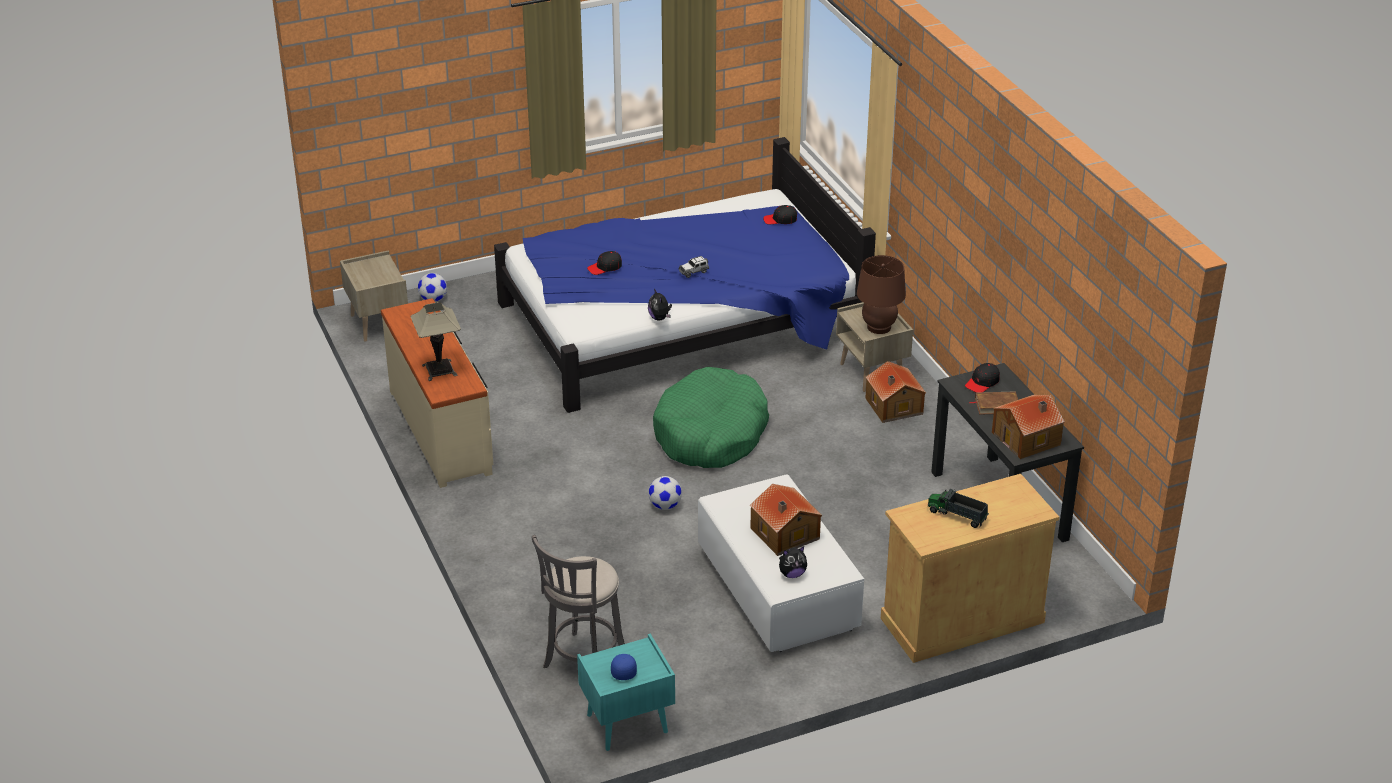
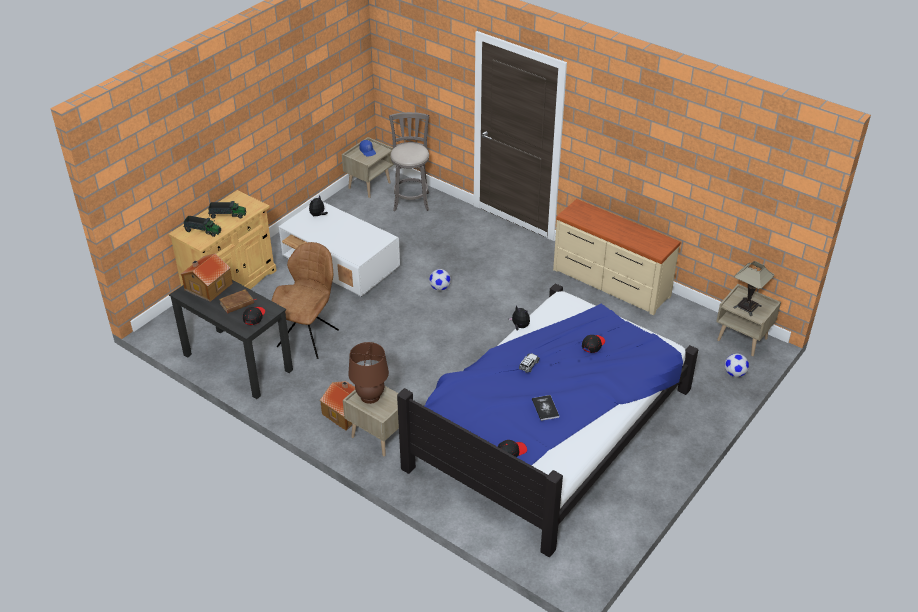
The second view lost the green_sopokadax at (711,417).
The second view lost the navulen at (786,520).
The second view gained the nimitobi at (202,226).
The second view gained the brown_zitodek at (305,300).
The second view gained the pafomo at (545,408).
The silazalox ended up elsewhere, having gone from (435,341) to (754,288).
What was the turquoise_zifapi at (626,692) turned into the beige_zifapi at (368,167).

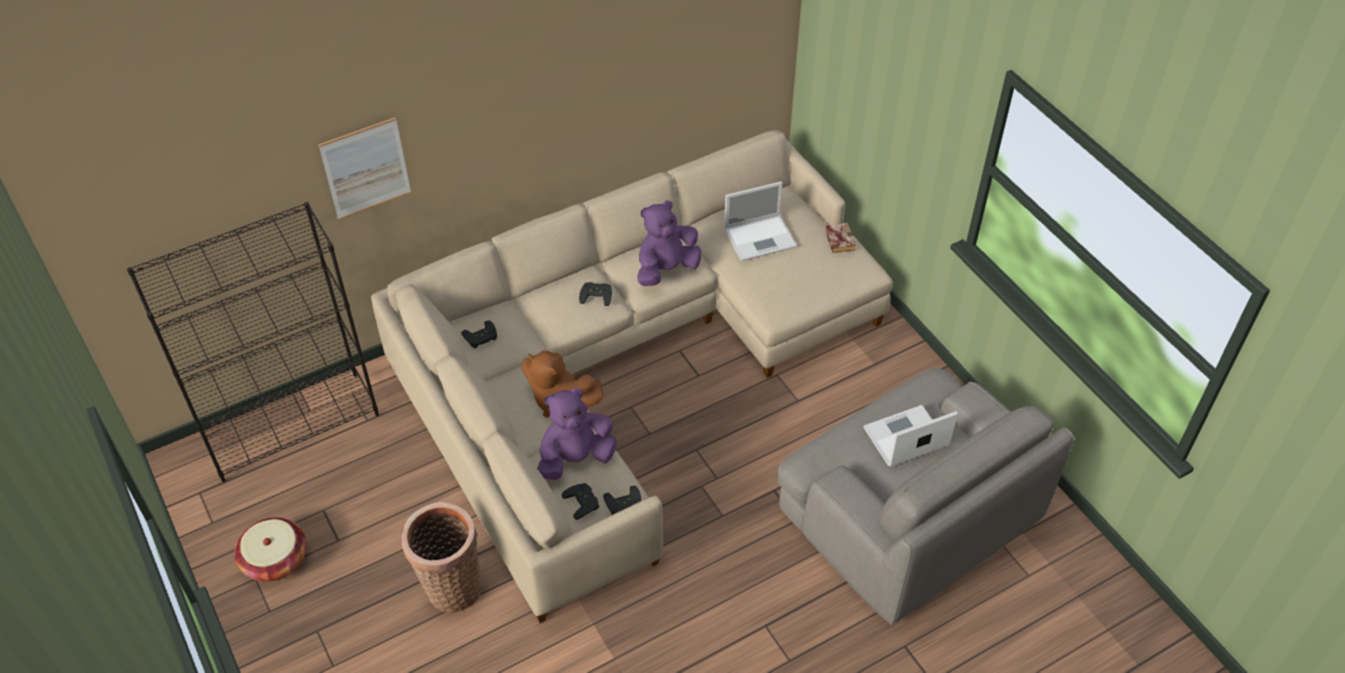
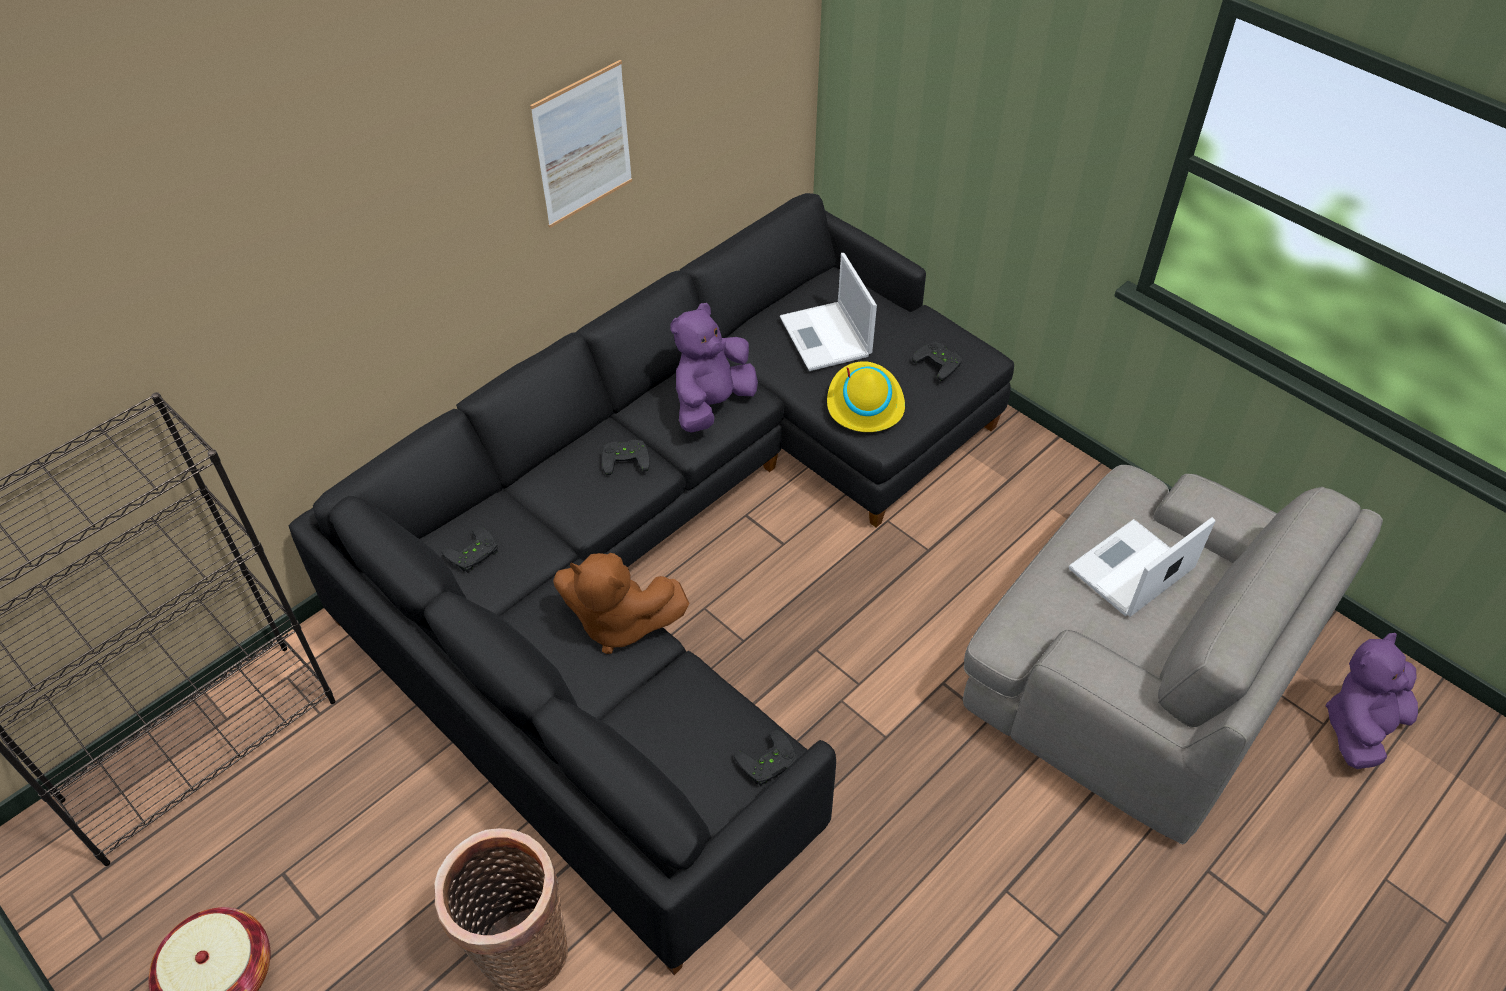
The second view lost the pafomo at (840,238).
The second view gained the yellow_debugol at (866,396).
The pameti ended up elsewhere, having gone from (364,168) to (581,144).
The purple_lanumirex ended up elsewhere, having gone from (577,434) to (1371,701).
The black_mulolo ended up elsewhere, having gone from (580,501) to (937,361).
What was the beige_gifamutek at (632,376) turned into the black_gifamutek at (651,584).
The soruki at (760,221) ended up facing another way, 105 degrees clockwise from before.

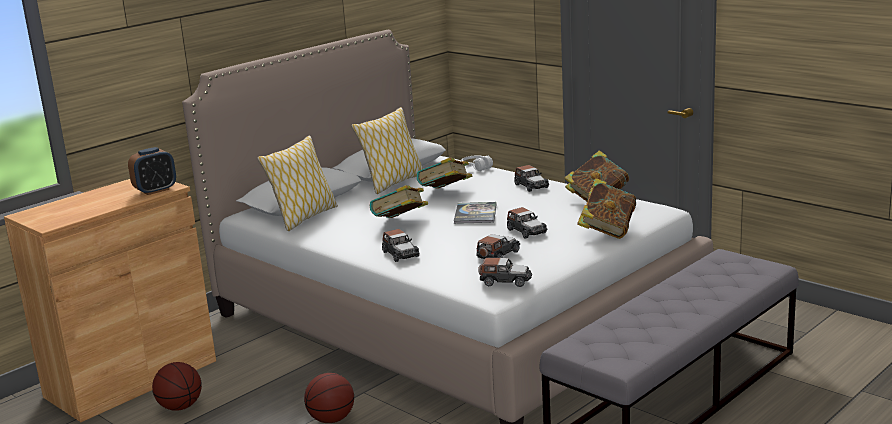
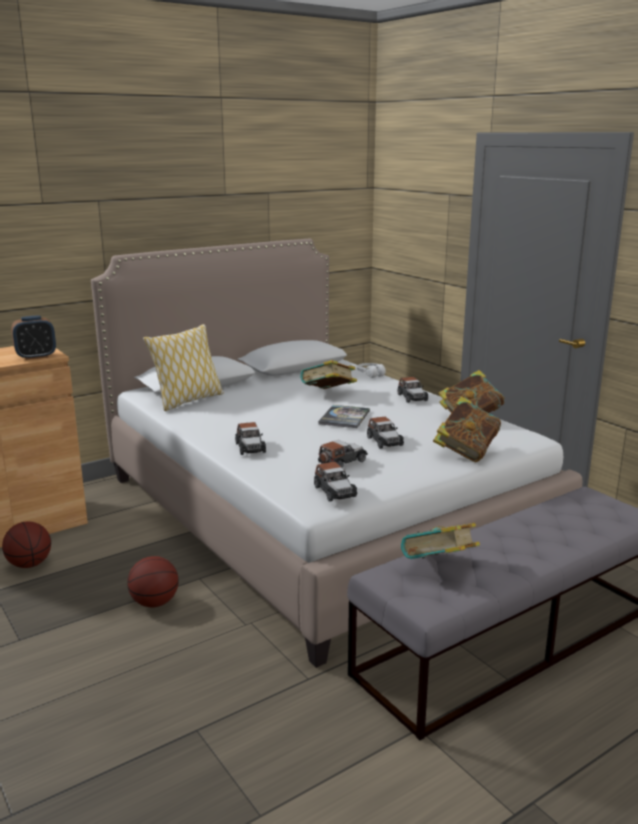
The second view lost the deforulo at (387,150).
The pafomo ended up elsewhere, having gone from (399,201) to (440,541).
The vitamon at (505,272) ended up facing another way, 45 degrees clockwise from before.

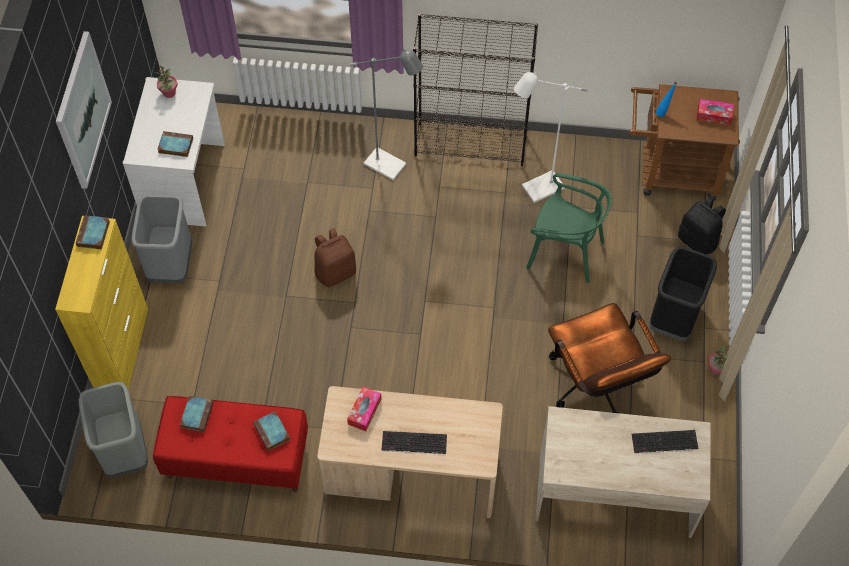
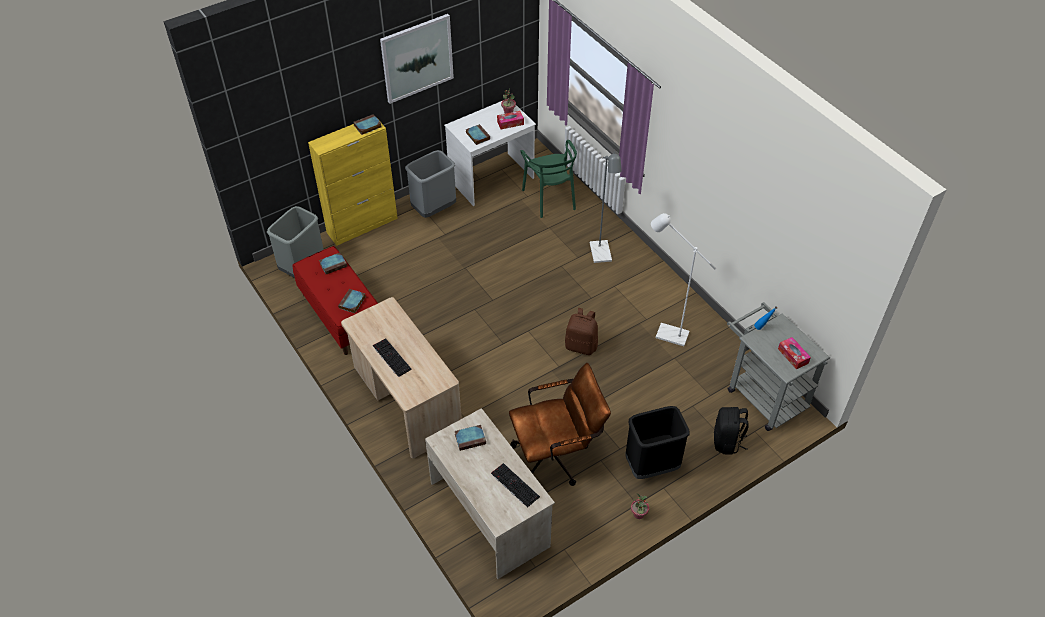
The second view lost the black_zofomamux at (475,89).
The second view gained the pafomo at (470,438).
The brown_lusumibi ended up elsewhere, having gone from (335,257) to (581,331).
The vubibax ended up elsewhere, having gone from (364,409) to (510,120).
The green_zitodek ended up elsewhere, having gone from (569,228) to (549,179).
What was the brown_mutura at (684,142) turned into the grey_mutura at (778,366).
The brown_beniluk at (609,358) ended up facing another way, 135 degrees counterclockwise from before.

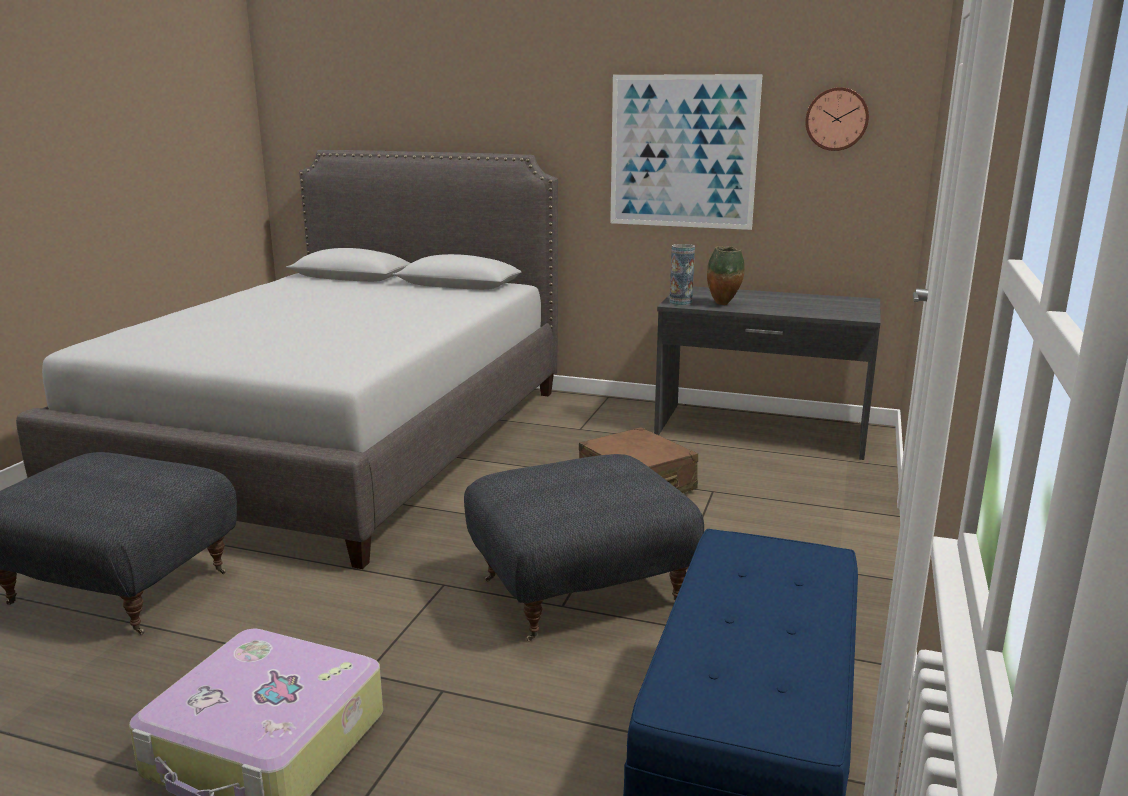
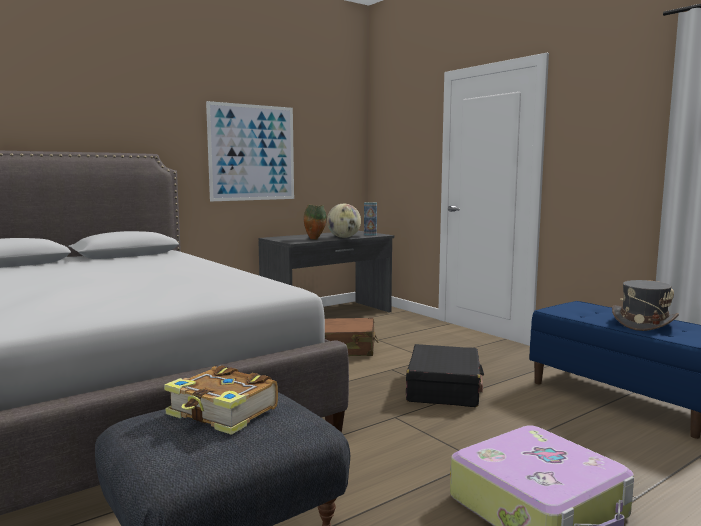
The second view lost the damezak at (837,119).
The second view gained the pafomo at (221,400).
The second view gained the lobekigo at (344,221).
The second view gained the grey_debugol at (645,305).
The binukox ended up elsewhere, having gone from (682,274) to (370,219).
Where the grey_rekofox stood at (584,547), the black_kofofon came to stand at (445,375).

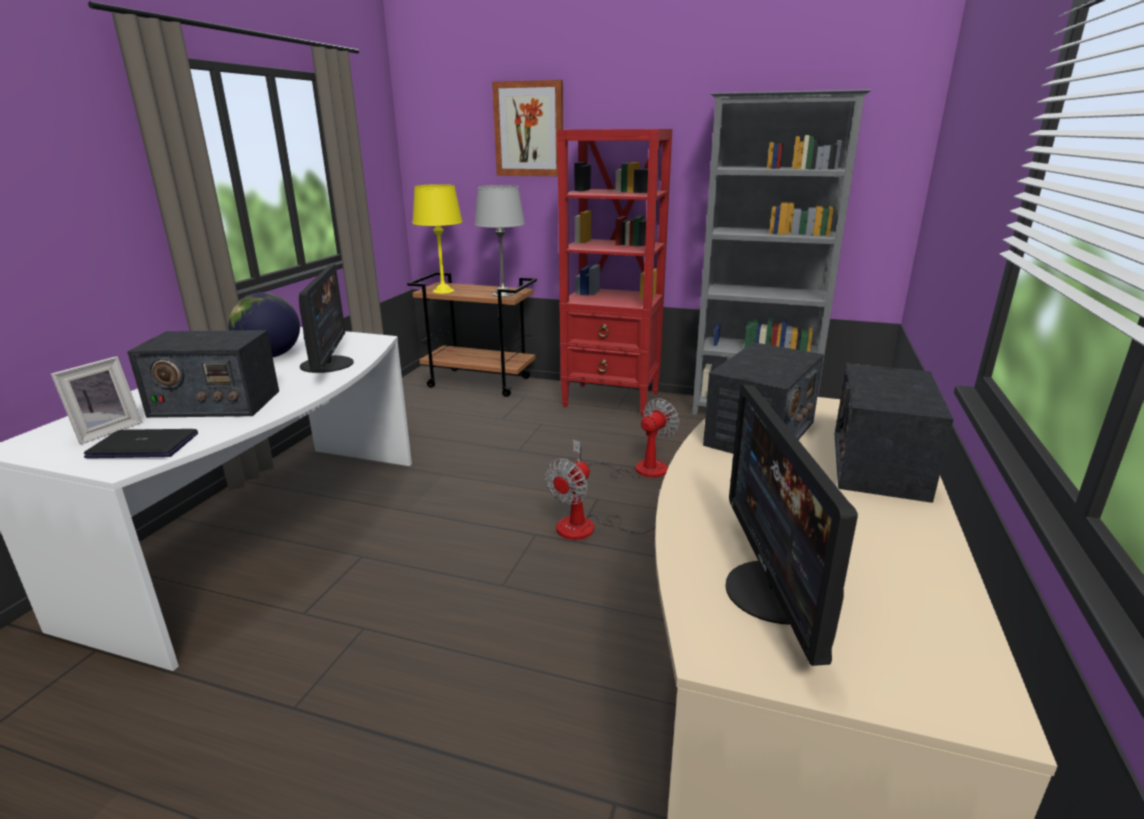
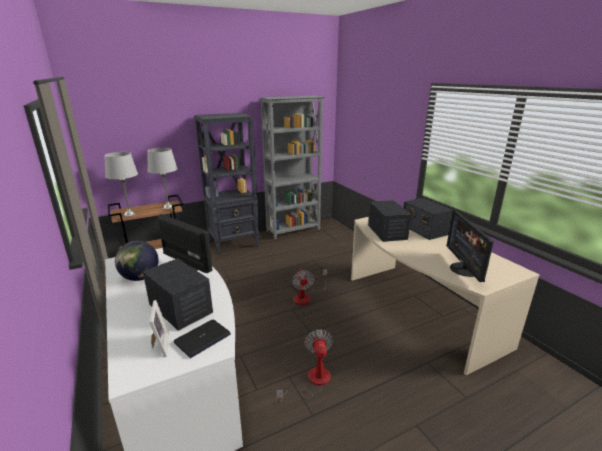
The second view lost the pameti at (527,128).
The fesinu ended up elsewhere, having gone from (626,438) to (304,365).
What was the yellow_silazalox at (437,239) turned into the grey_silazalox at (121,184).
What was the red_zofomamux at (615,273) turned into the black_zofomamux at (226,184).
The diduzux at (203,374) ended up facing another way, 90 degrees counterclockwise from before.
The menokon at (791,525) ended up facing another way, 45 degrees clockwise from before.

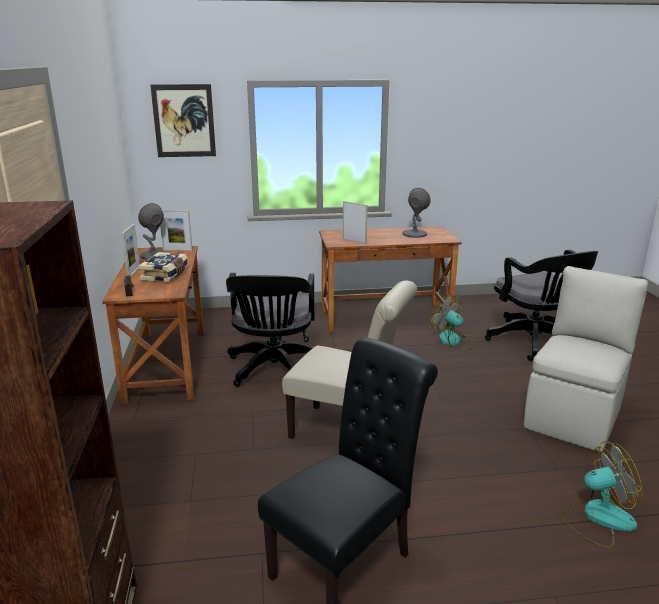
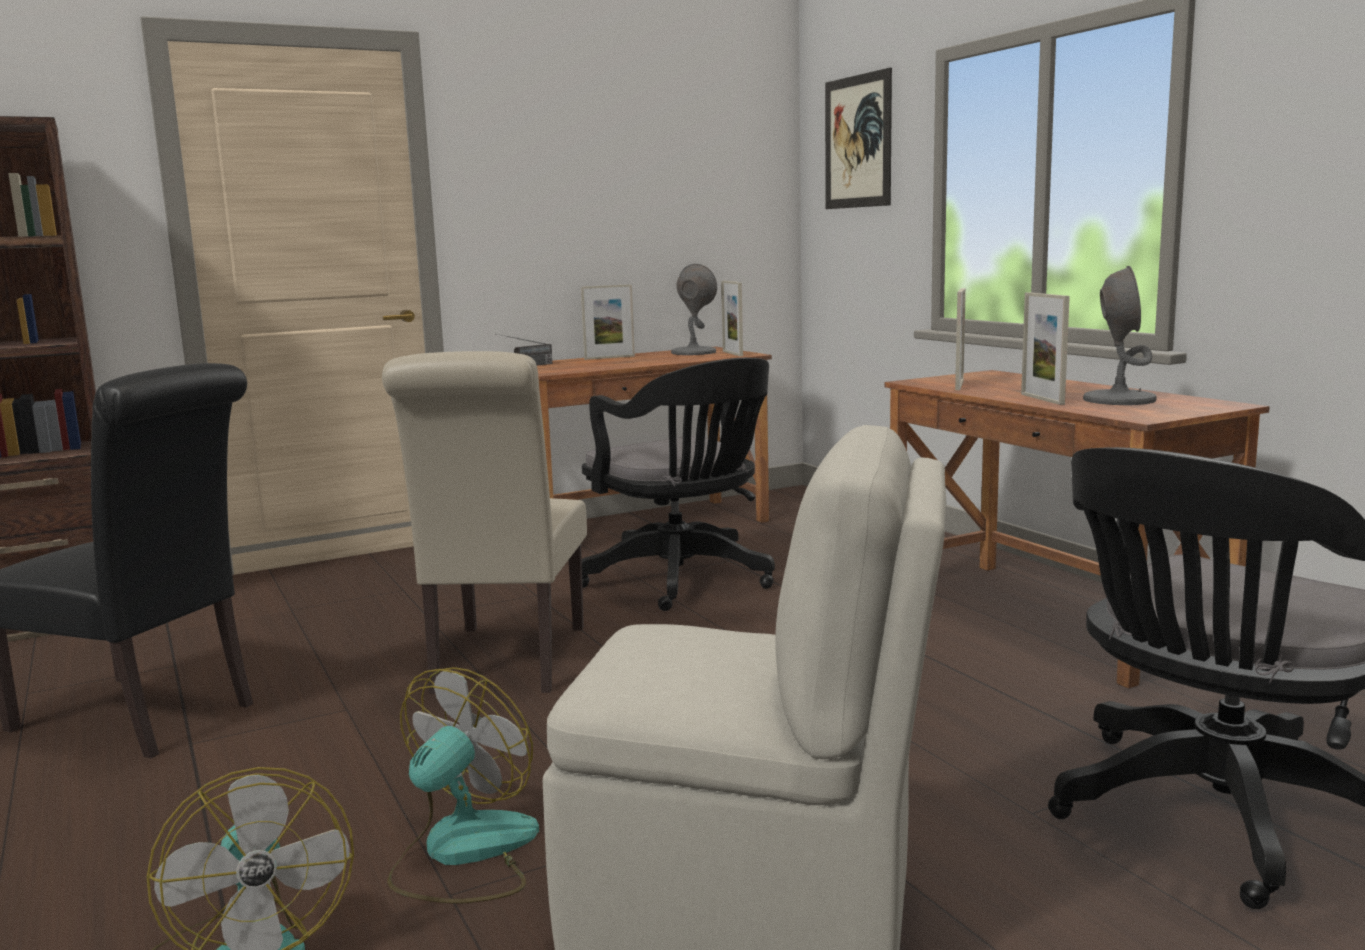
The second view lost the pafomo at (163,267).
The second view gained the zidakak at (1045,348).
The fesinu ended up elsewhere, having gone from (454,322) to (463,785).
The black_beniluk at (270,330) ended up facing another way, 105 degrees counterclockwise from before.

